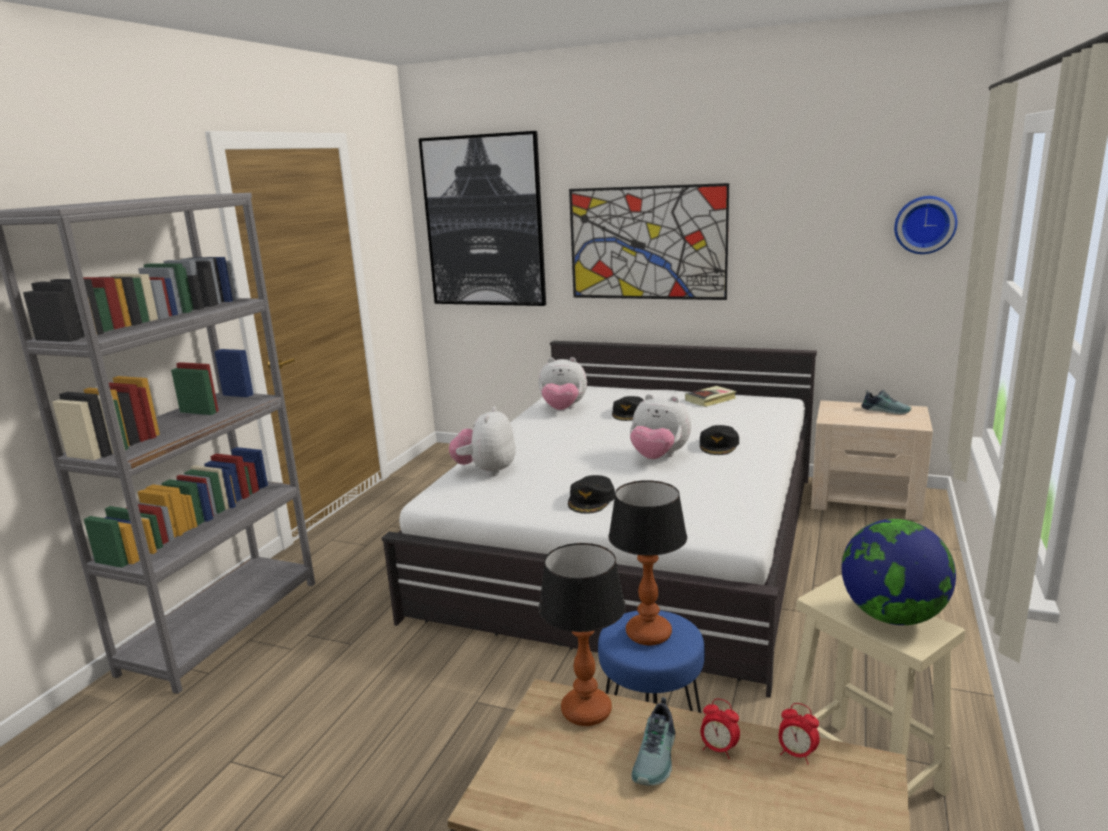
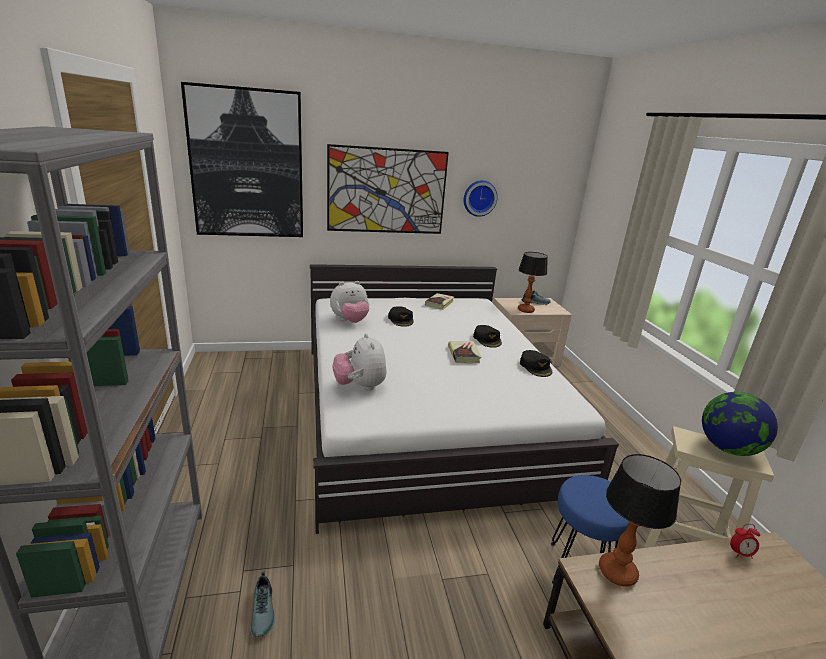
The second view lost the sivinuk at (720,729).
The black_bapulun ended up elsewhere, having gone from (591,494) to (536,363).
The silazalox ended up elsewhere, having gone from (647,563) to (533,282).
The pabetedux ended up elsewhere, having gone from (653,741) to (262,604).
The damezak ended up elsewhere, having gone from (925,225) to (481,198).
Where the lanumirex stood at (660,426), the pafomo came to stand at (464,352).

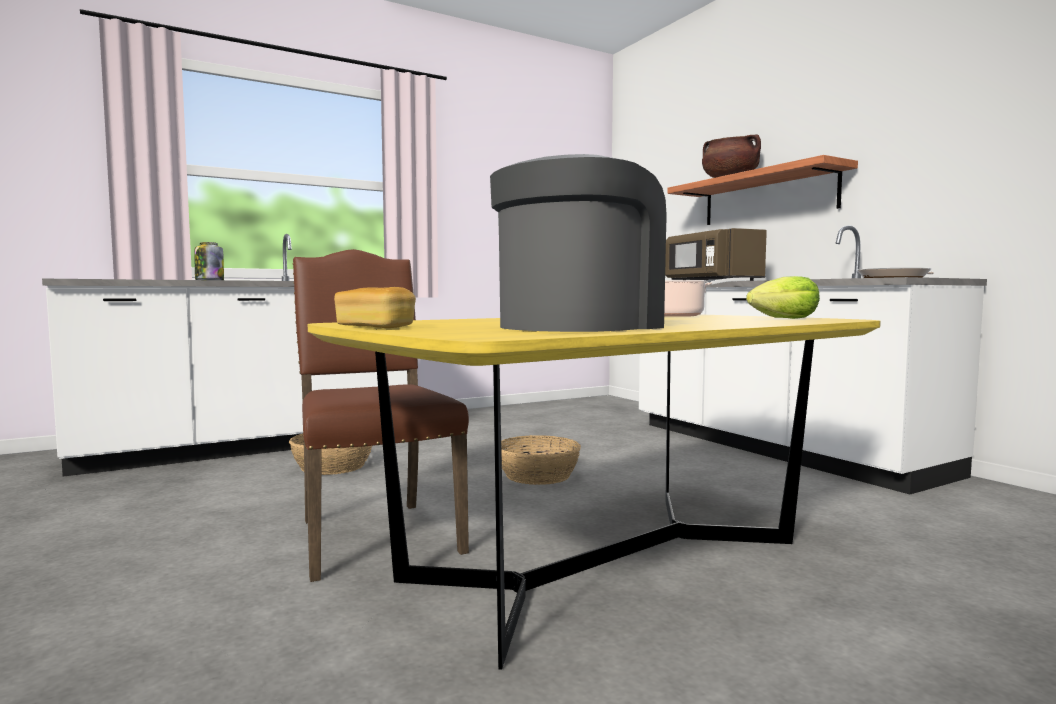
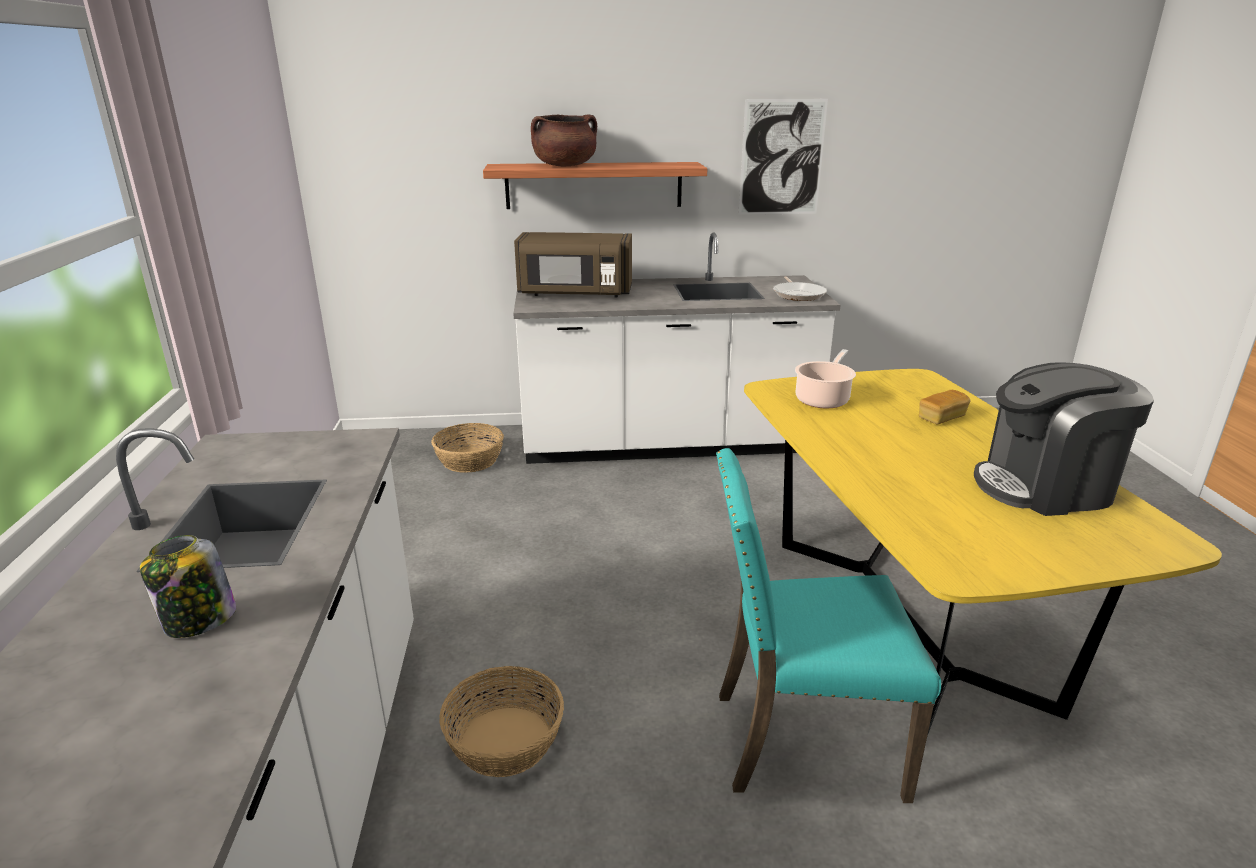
The second view lost the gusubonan at (783,297).
The second view gained the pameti at (783,157).
The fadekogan ended up elsewhere, having gone from (375,307) to (944,407).
The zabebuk ended up elsewhere, having gone from (541,460) to (467,448).
What was the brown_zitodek at (381,415) turned into the turquoise_zitodek at (828,625).
The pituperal at (578,243) ended up facing another way, 75 degrees counterclockwise from before.

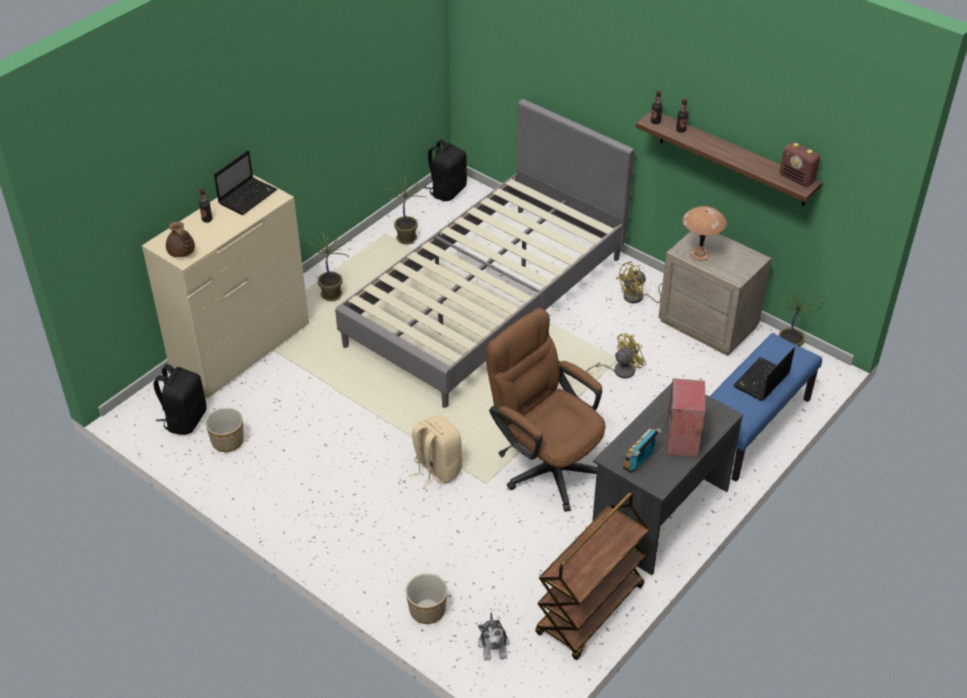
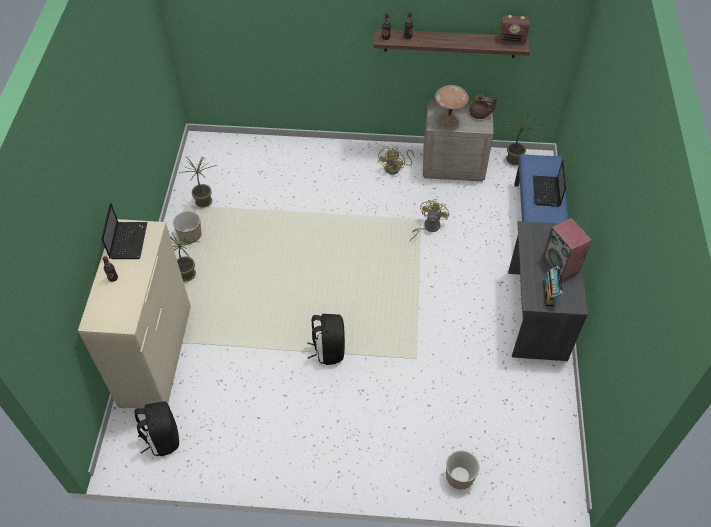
The second view lost the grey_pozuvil at (485,253).
The second view lost the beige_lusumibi at (435,452).
The second view lost the lanumirex at (494,636).
The second view lost the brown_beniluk at (546,410).
The second view lost the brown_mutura at (592,576).
The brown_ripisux ended up elsewhere, having gone from (180,239) to (483,106).
The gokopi ended up elsewhere, having gone from (224,430) to (187,227).
The black_lusumibi ended up elsewhere, having gone from (445,170) to (326,339).

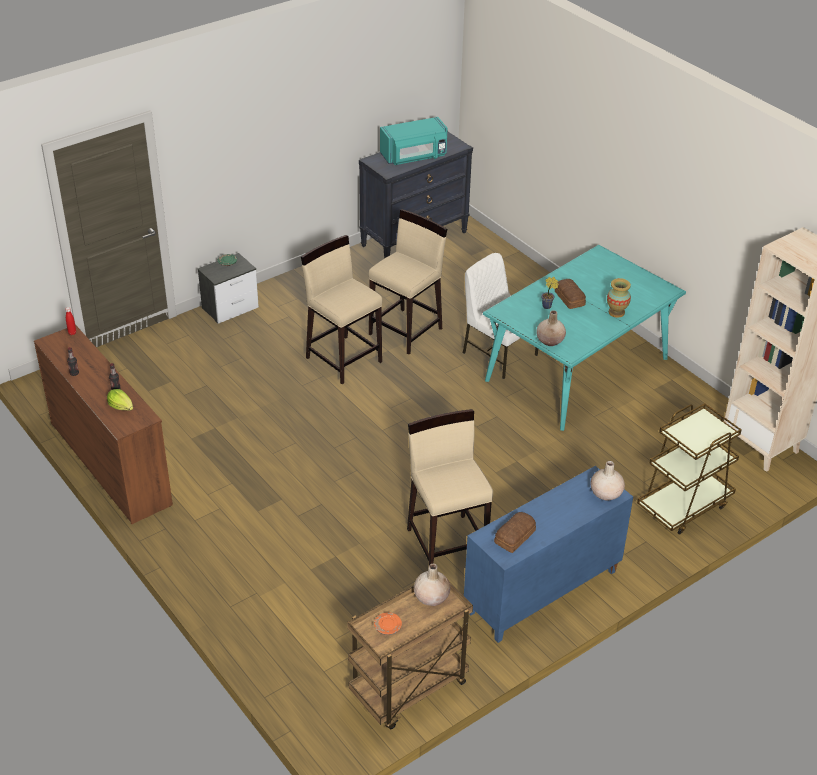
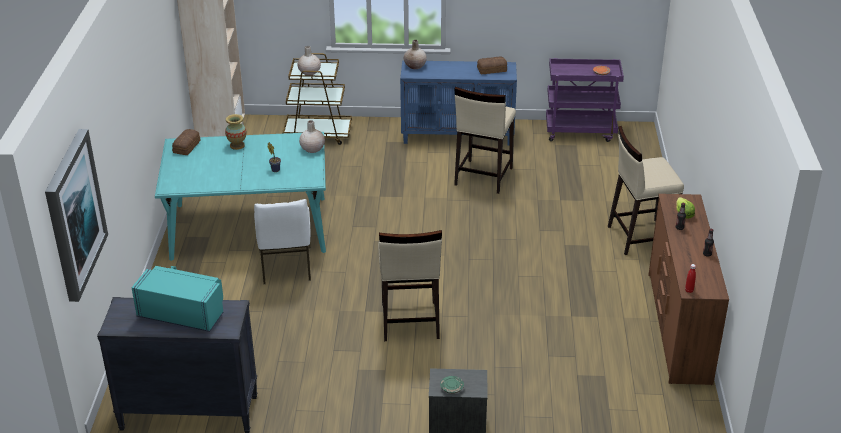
The second view gained the pameti at (76,215).
The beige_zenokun ended up elsewhere, having gone from (408,282) to (646,190).
The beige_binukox ended up elsewhere, having gone from (432,585) to (309,60).
The fadekogan ended up elsewhere, having gone from (570,294) to (186,142).
What was the brown_mutura at (410,650) turned into the purple_mutura at (585,100).

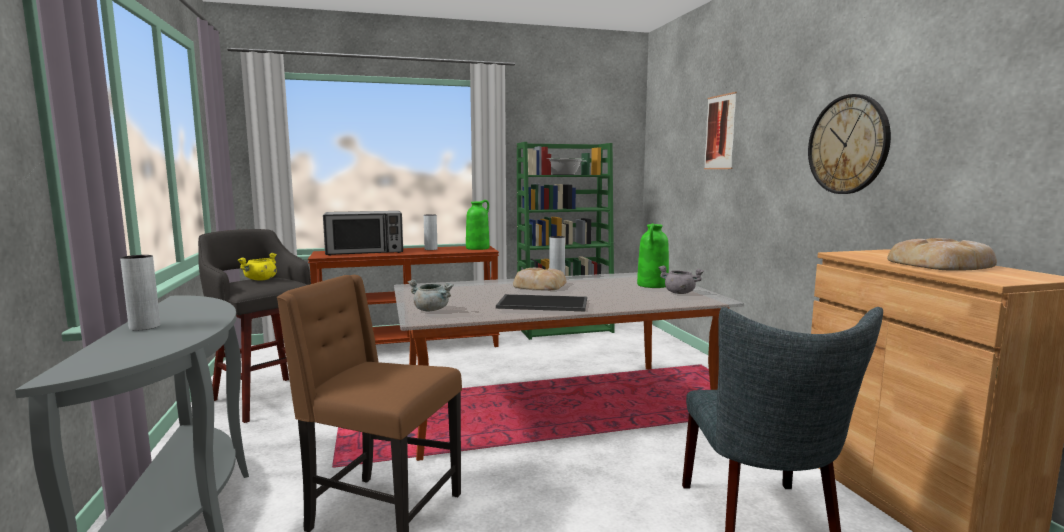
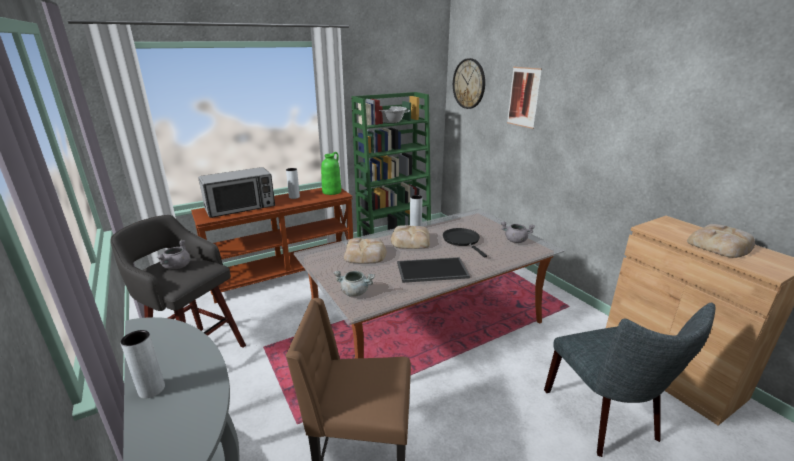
The second view lost the green_binukox at (653,255).
The second view gained the fadekogan at (365,250).
The second view gained the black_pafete at (465,243).
The damezak ended up elsewhere, having gone from (849,144) to (469,83).
What was the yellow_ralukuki at (257,267) turned into the grey_ralukuki at (174,254).

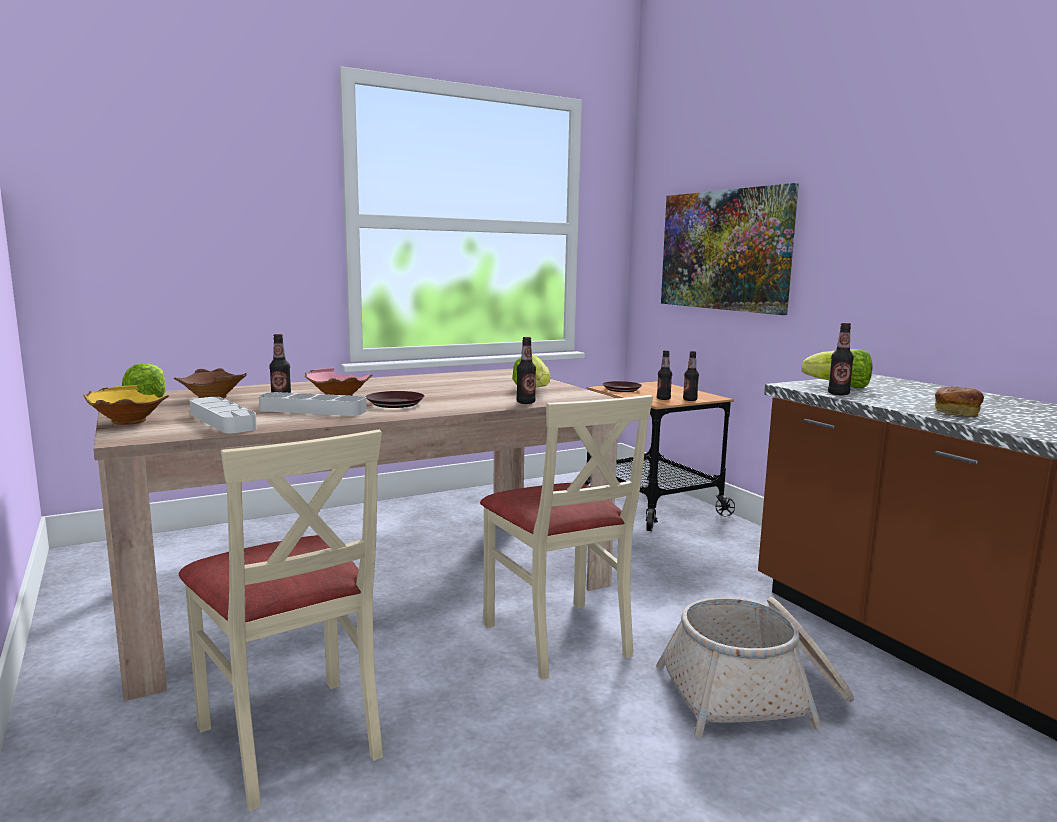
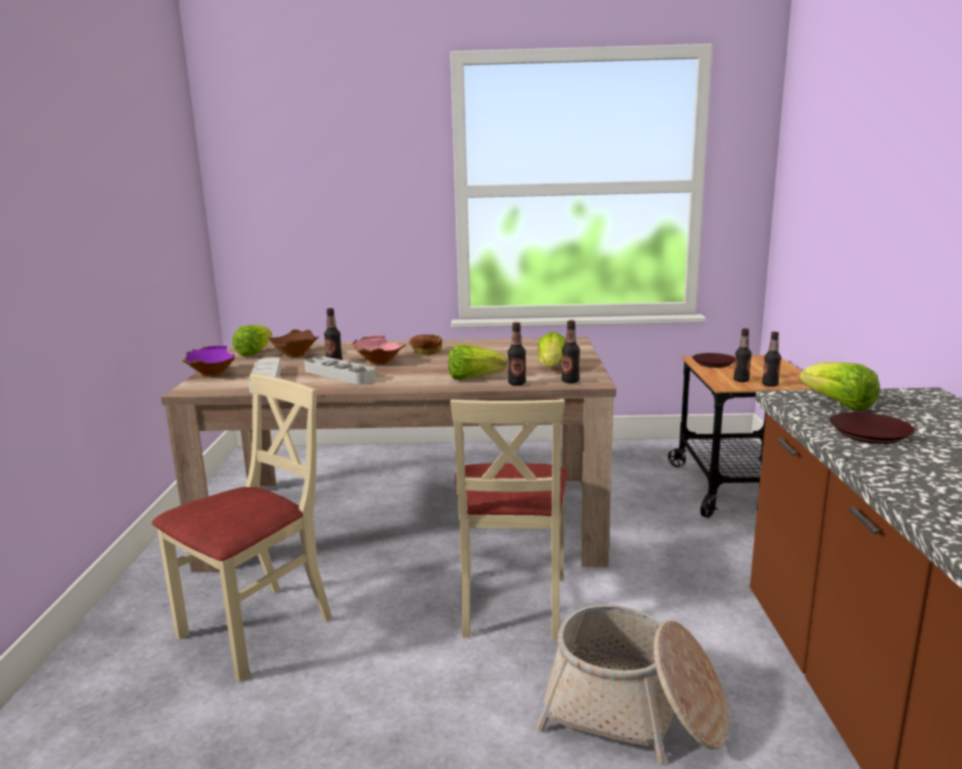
The second view lost the pameti at (730,249).
The second view gained the gusubonan at (478,362).
The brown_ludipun ended up elsewhere, having gone from (395,399) to (872,428).
The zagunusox ended up elsewhere, having gone from (841,359) to (571,351).
The fadekogan ended up elsewhere, having gone from (958,401) to (425,345).
What was the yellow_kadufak at (126,405) turned into the purple_kadufak at (208,361).
The beige_zitodek at (281,620) ended up facing another way, 135 degrees counterclockwise from before.

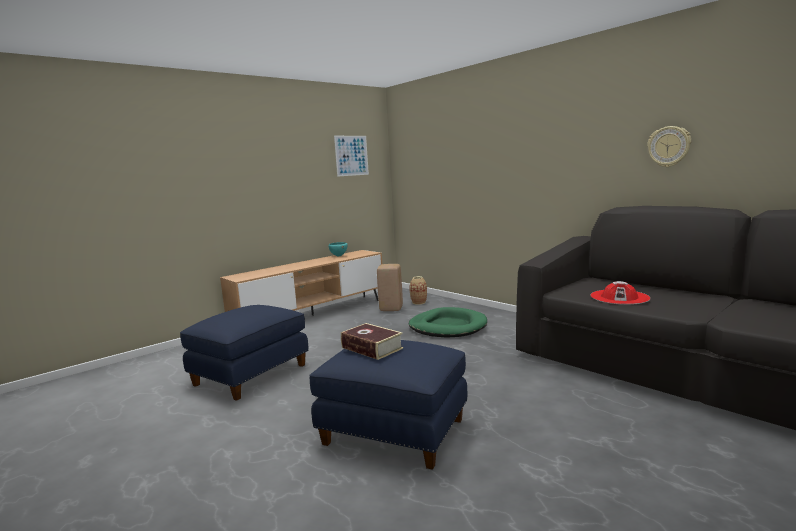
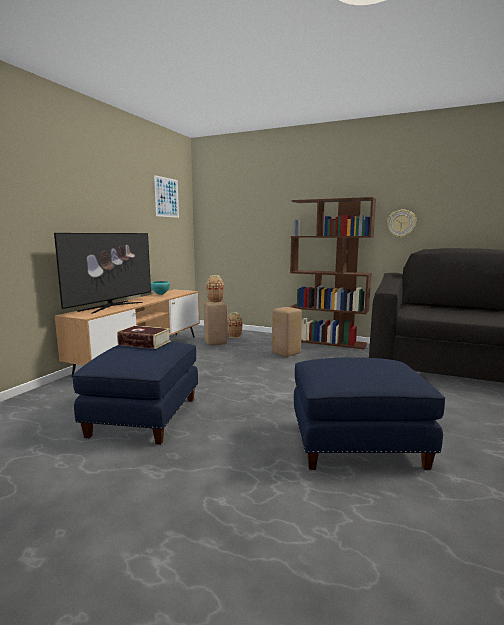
The second view lost the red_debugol at (620,293).
The second view gained the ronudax at (102,273).
The second view gained the binukox at (215,289).
The second view gained the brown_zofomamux at (333,273).
The pafomo ended up elsewhere, having gone from (372,341) to (144,337).
The damezak ended up elsewhere, having gone from (669,146) to (402,224).
Where the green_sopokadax stood at (448,322), the beige_zenokun came to stand at (287,332).

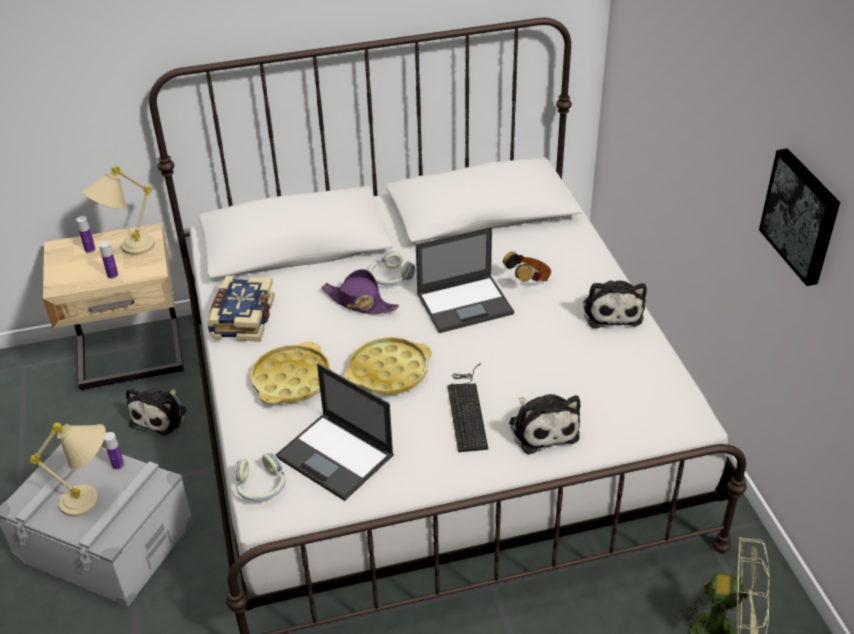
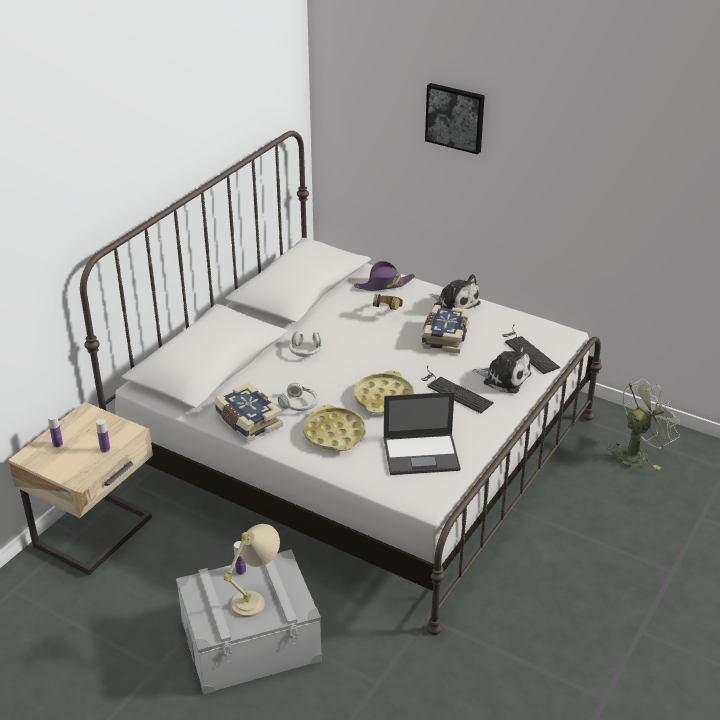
The second view lost the beige_silazalox at (118,210).
The second view lost the lanumirex at (156,411).
The second view lost the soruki at (465,280).
The second view gained the pafomo at (446,329).
The second view gained the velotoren at (531,349).
The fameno ended up elsewhere, having gone from (260,477) to (298,397).
The purple_debugol ended up elsewhere, having gone from (360,292) to (384,276).
The pameti ended up elsewhere, having gone from (799,217) to (455,119).

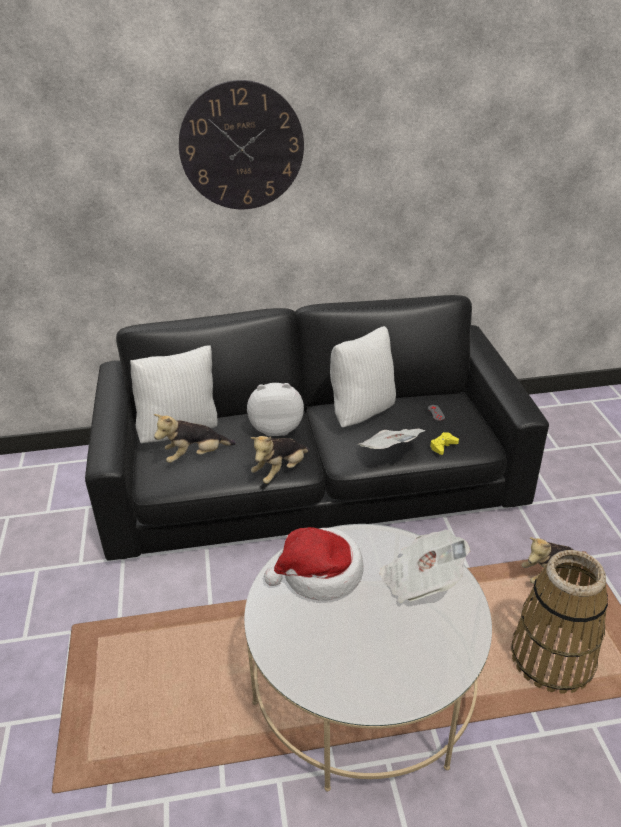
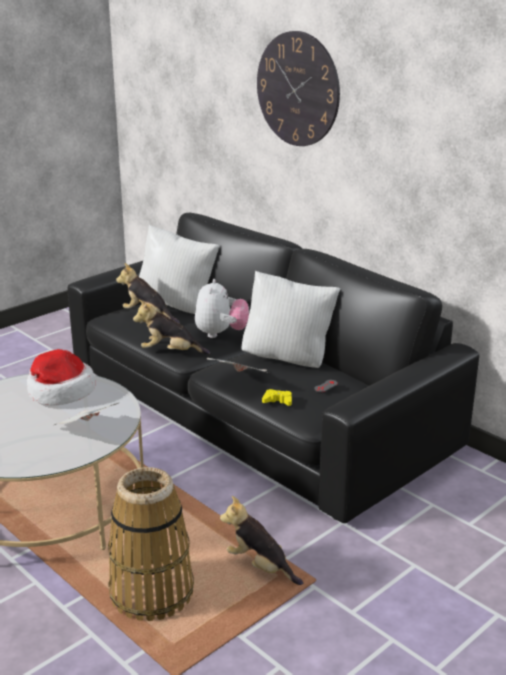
The lanumirex at (275,409) ended up facing another way, 45 degrees clockwise from before.

